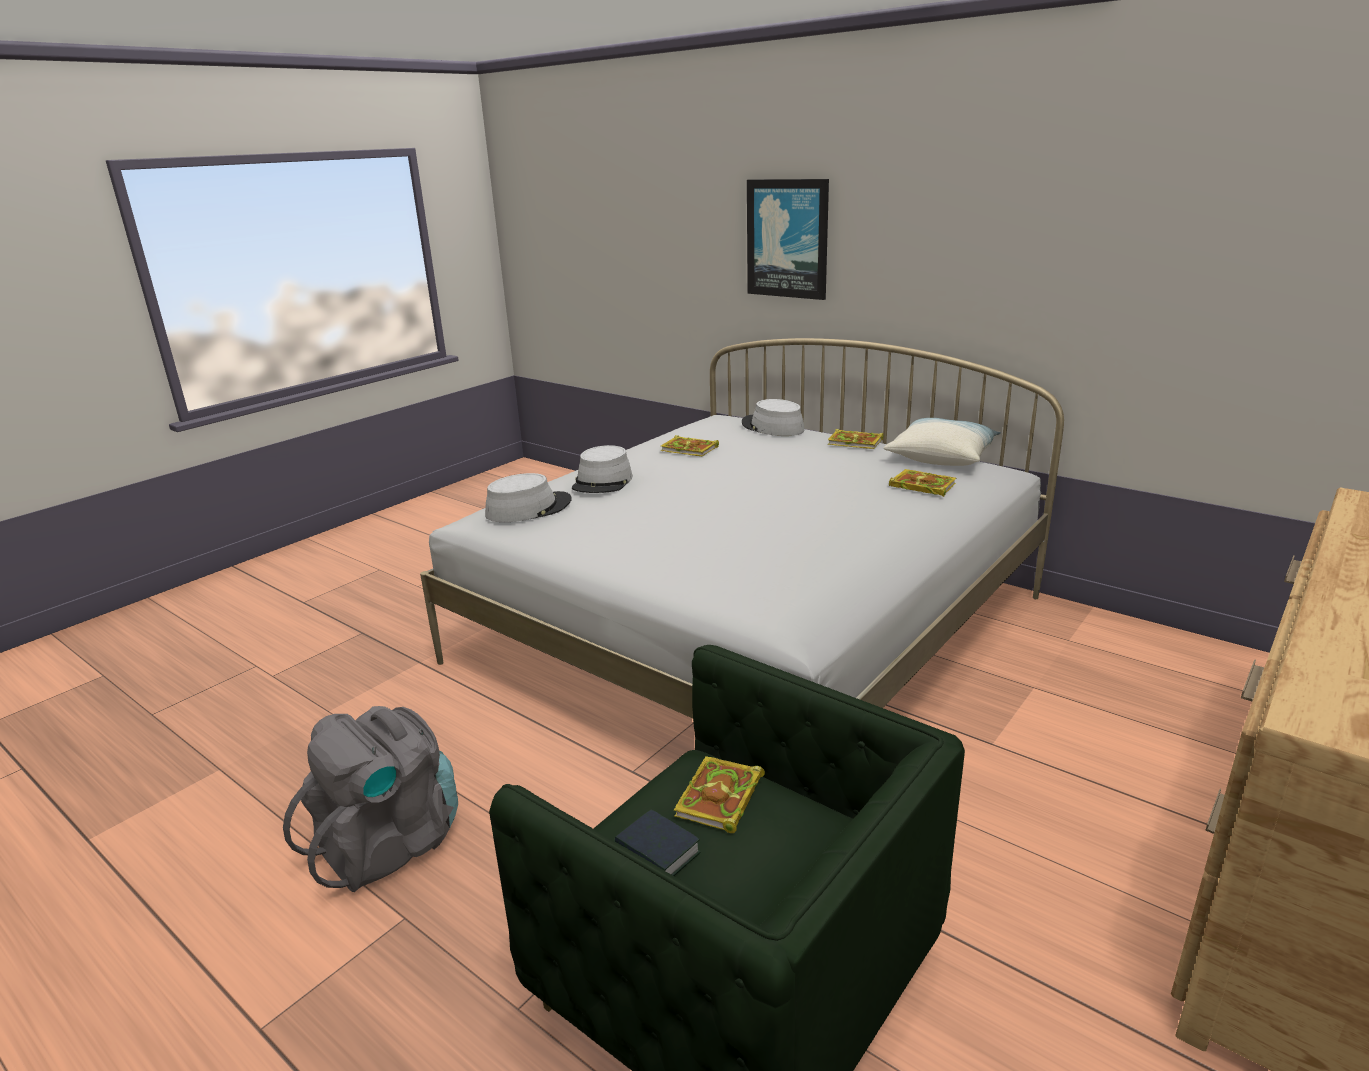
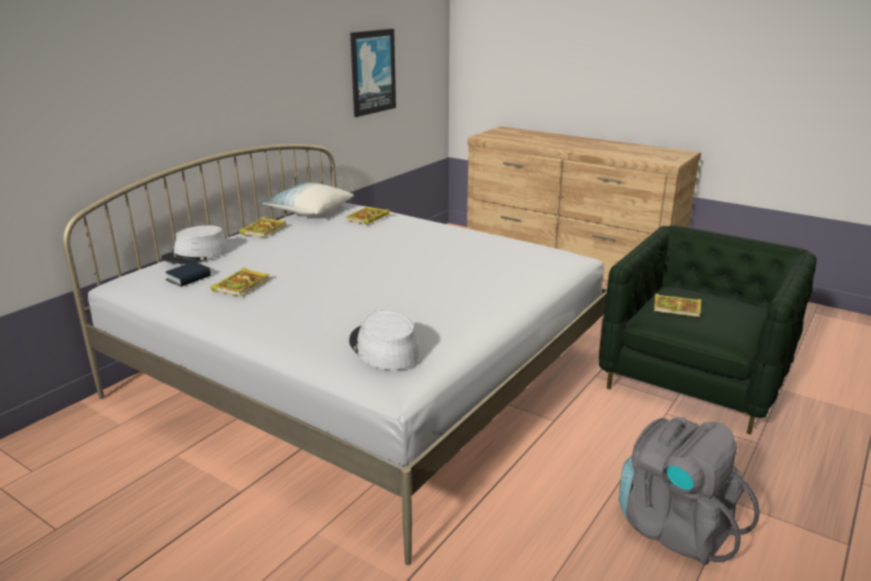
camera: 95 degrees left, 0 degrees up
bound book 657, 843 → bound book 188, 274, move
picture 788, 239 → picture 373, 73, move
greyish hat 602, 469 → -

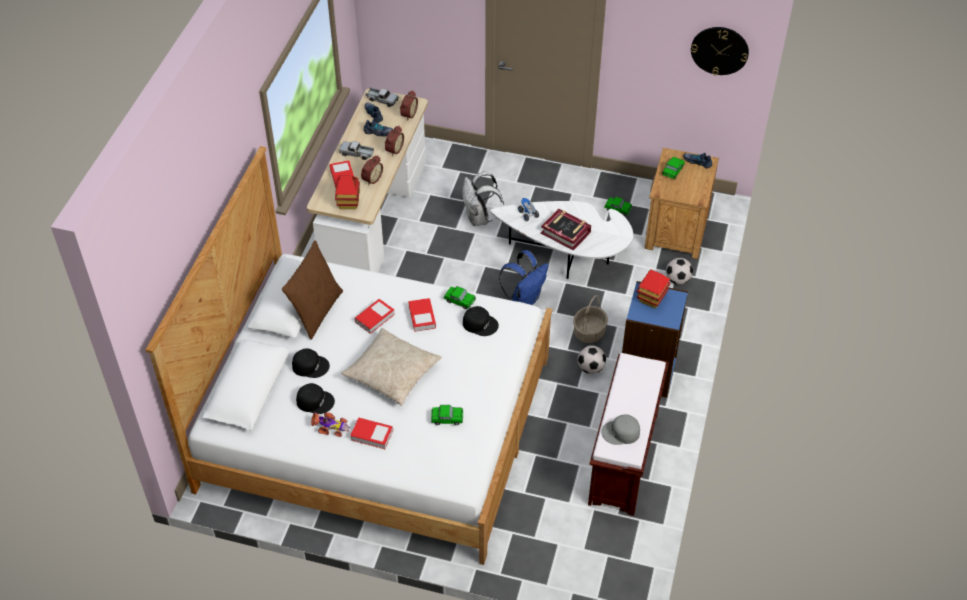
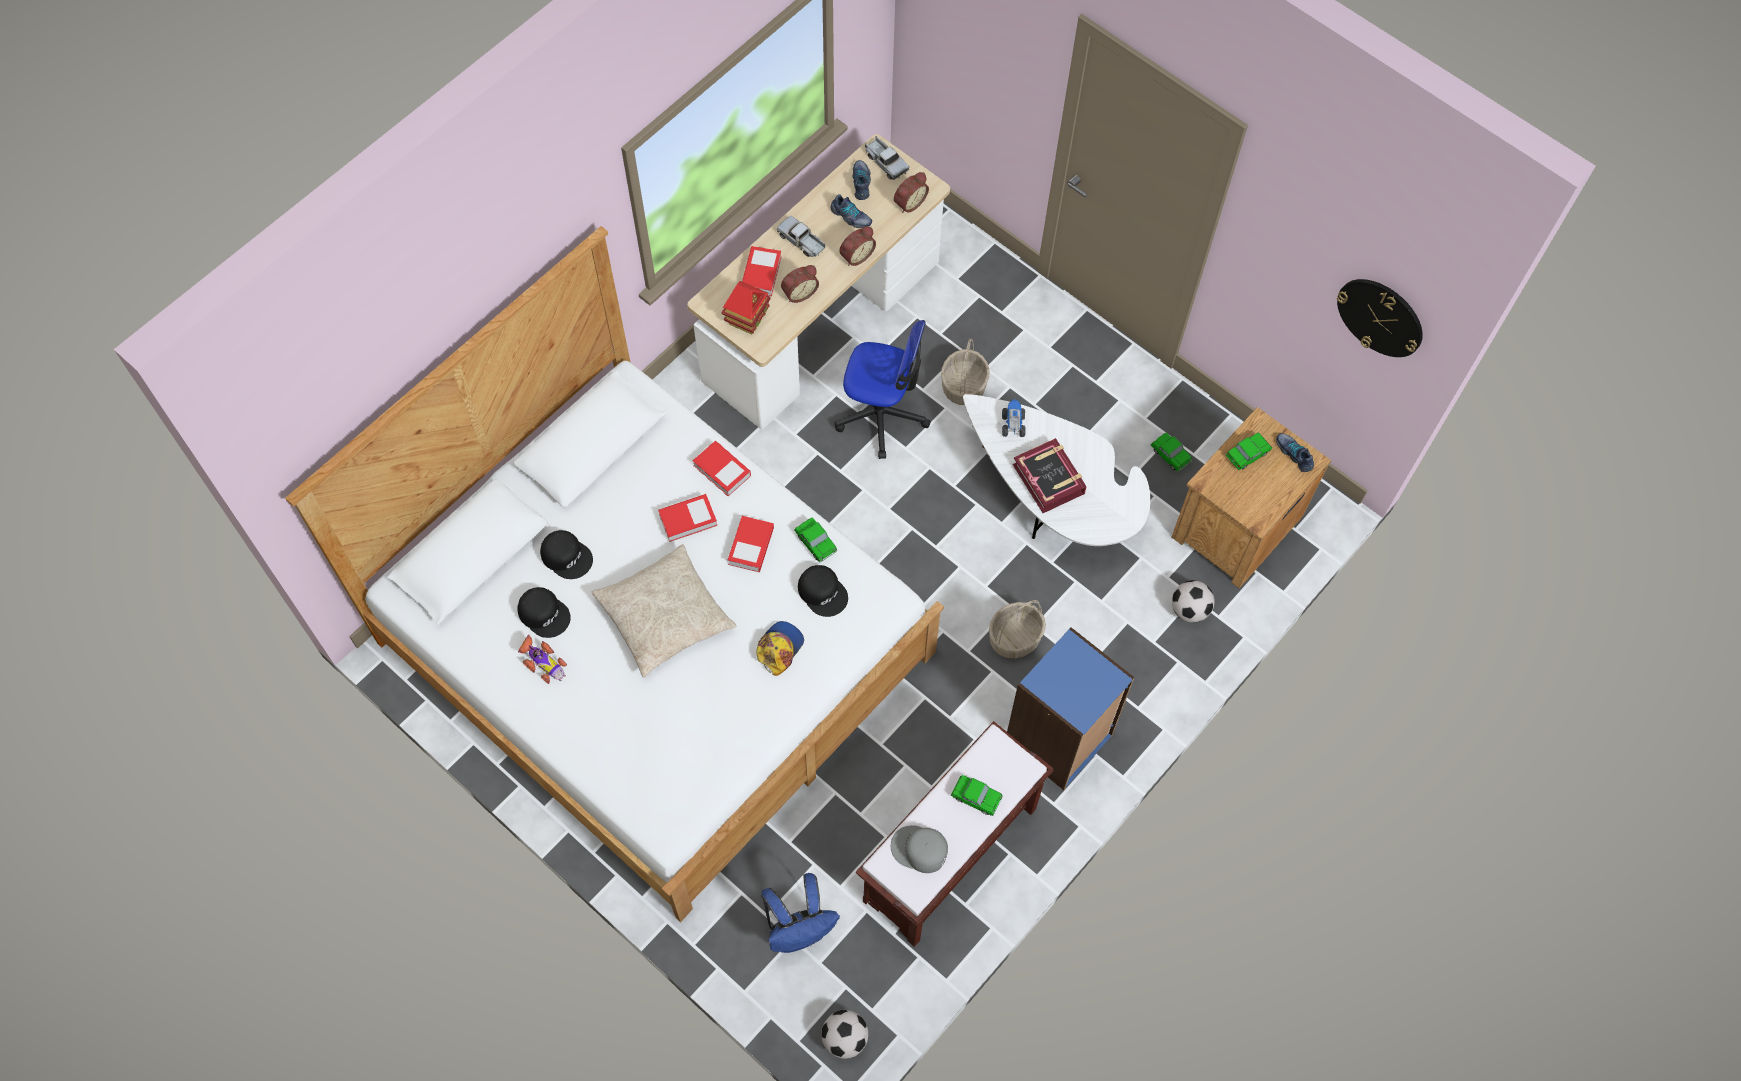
camera: 25 degrees right, 15 degrees up
bound book 371, 433 → bound book 722, 468, move
- → baseball cap 780, 648
bluish rucksack 524, 277 → bluish rucksack 800, 913, move
ball for football 592, 359 → ball for football 844, 1034, move
- → office chair 882, 389
white rucksack 483, 198 → storage basket 965, 371
toy car 447, 415 → toy car 977, 795, move
brown-coloured cushion 312, 290 → -
toy house 654, 289 → -

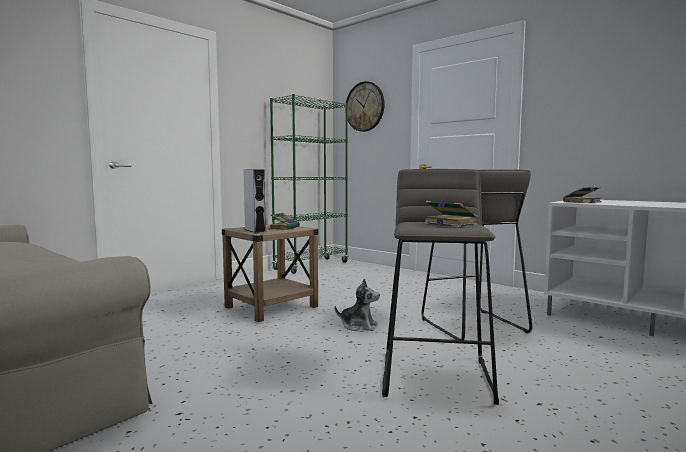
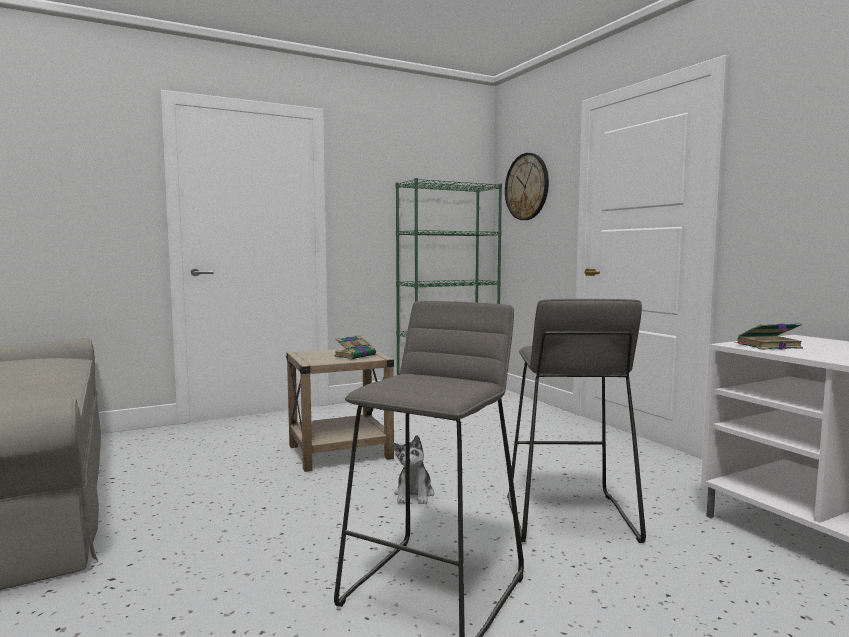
camera: 20 degrees right, 0 degrees up
cuddly toy 357, 305 → cuddly toy 413, 470, 60 degrees clockwise
greyish speaker 254, 201 → -
bound book 450, 214 → -

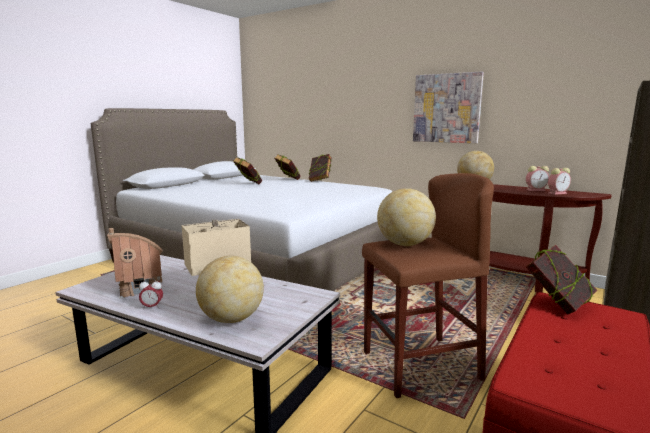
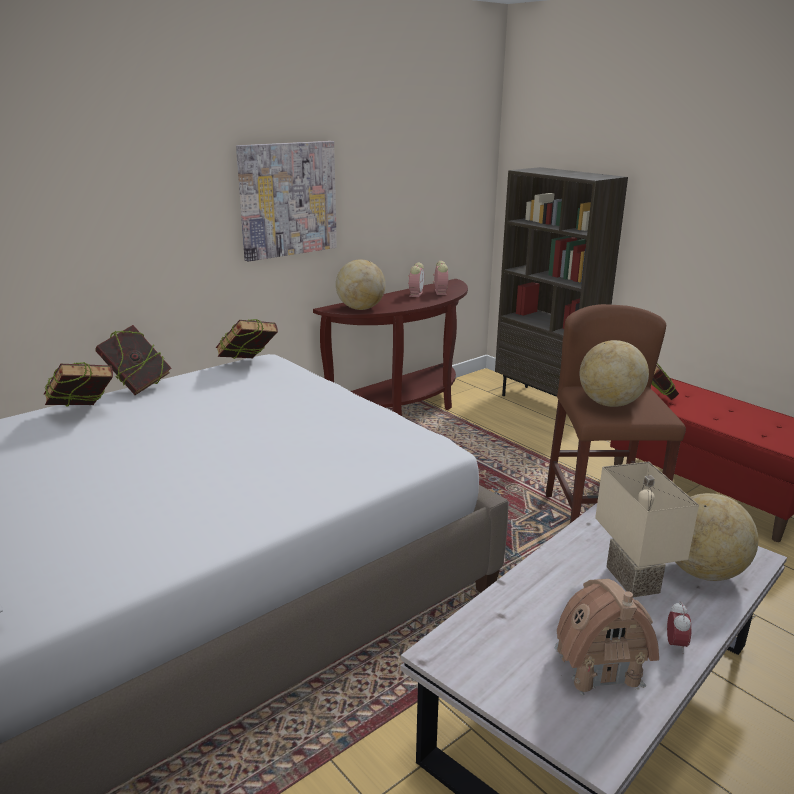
camera: 75 degrees left, 10 degrees up
bound book 247, 170 → bound book 247, 339, move

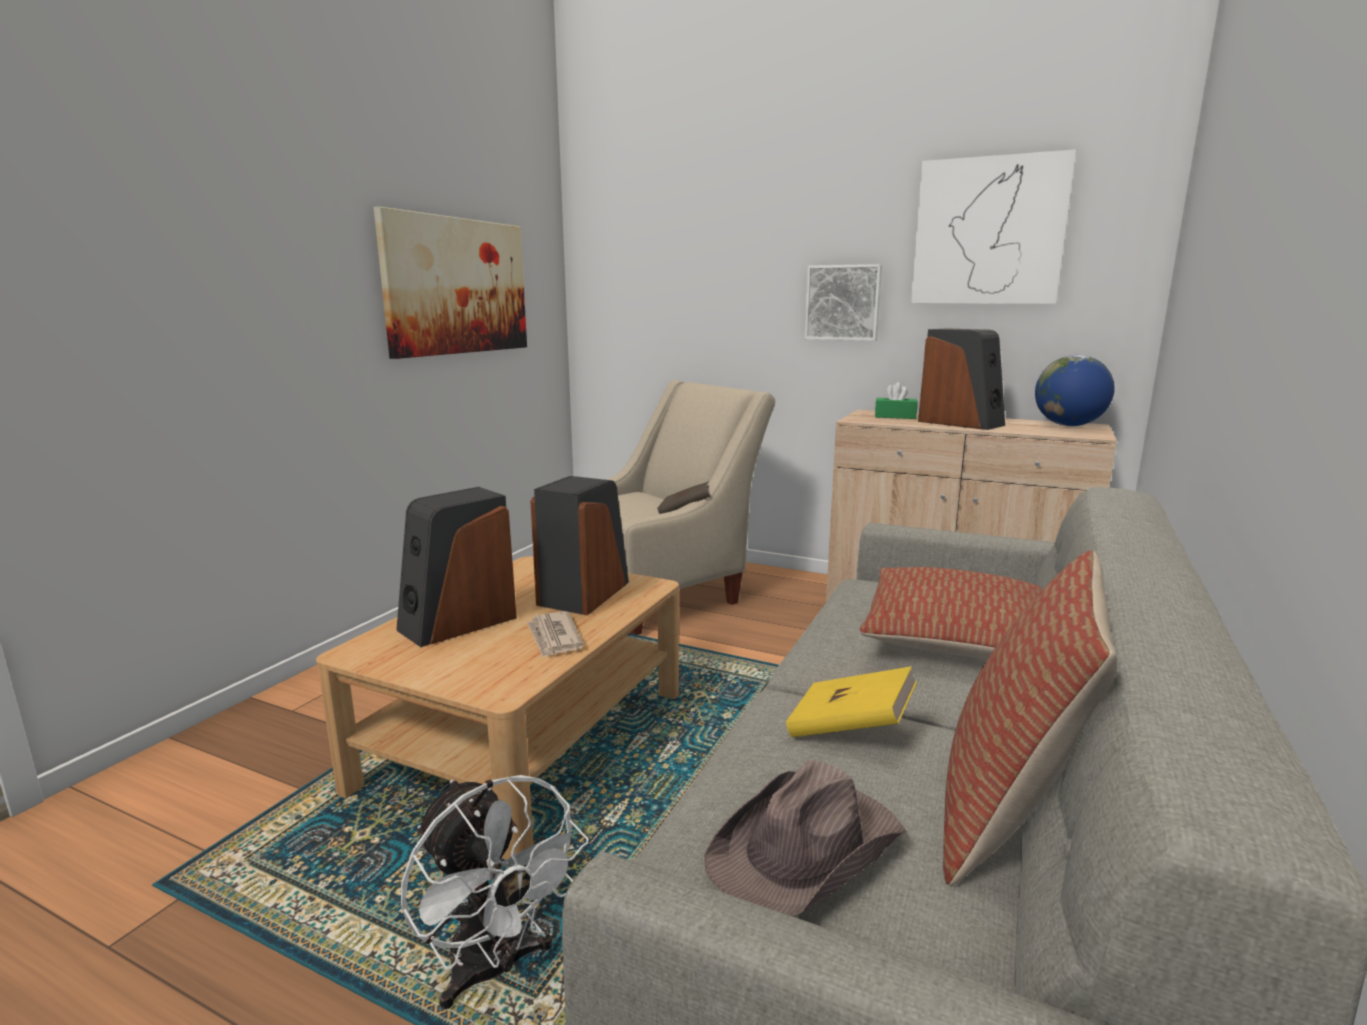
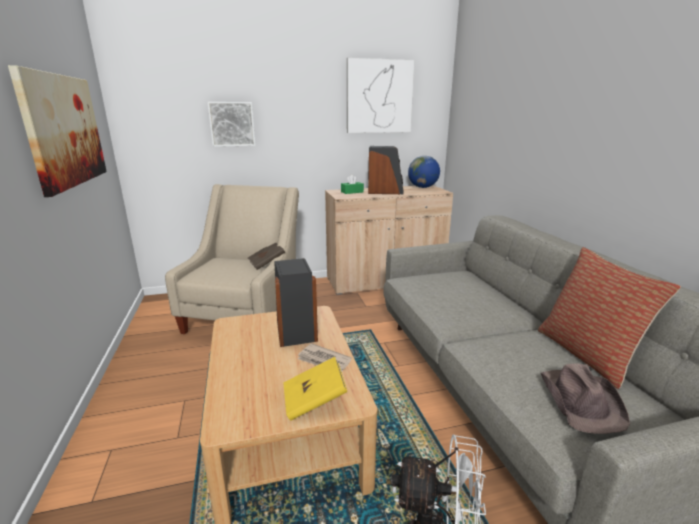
camera: 40 degrees left, 5 degrees up
picture 843, 302 → picture 231, 124, move
yellow bound book 851, 701 → yellow bound book 315, 389, move
speaker 456, 567 → -
cushion 950, 613 → -

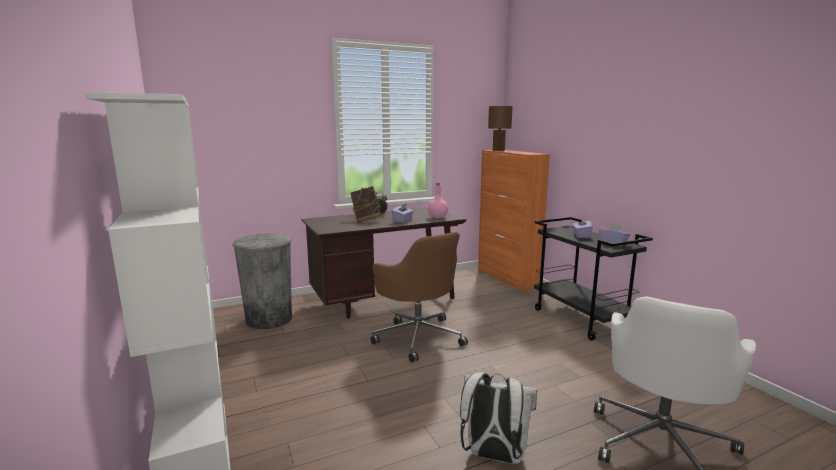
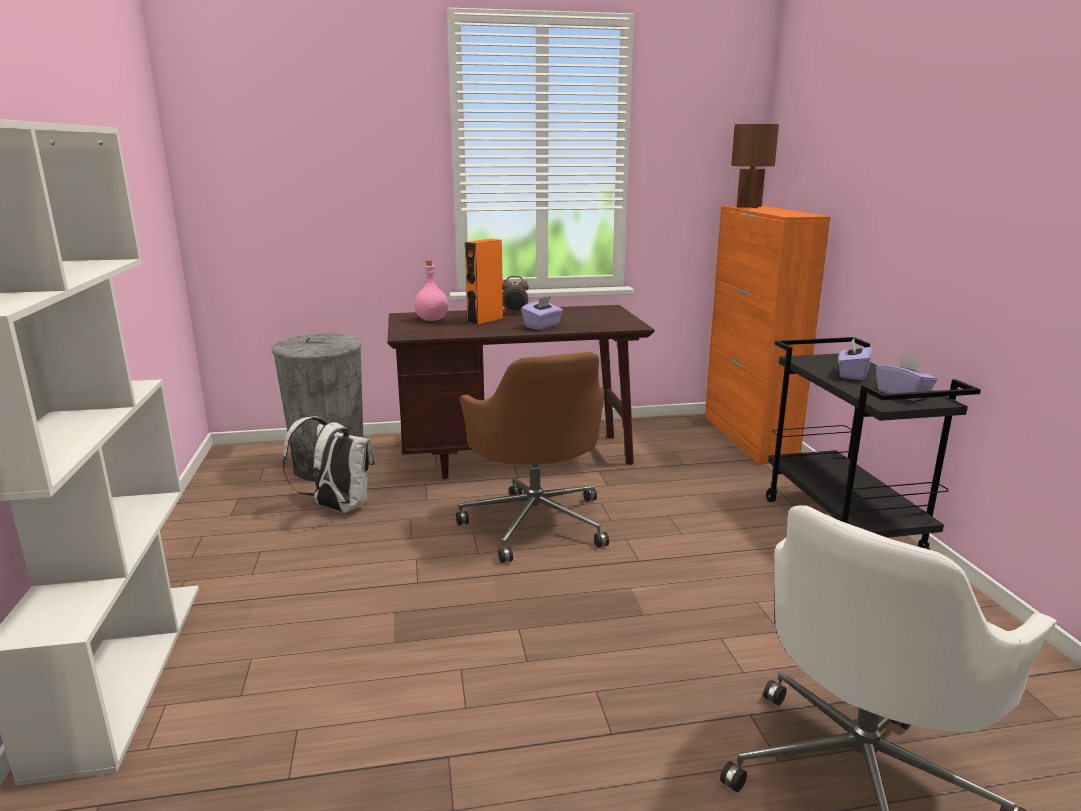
camera: 15 degrees right, 5 degrees up
white rucksack 498, 418 → white rucksack 328, 464, move
pink-coloured beverage bottle 438, 200 → pink-coloured beverage bottle 431, 291, move
bound book 365, 204 → orange-coloured speaker 484, 282

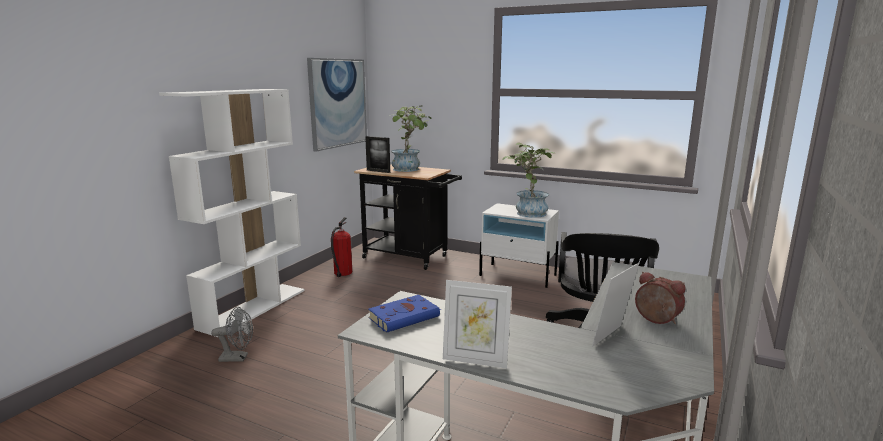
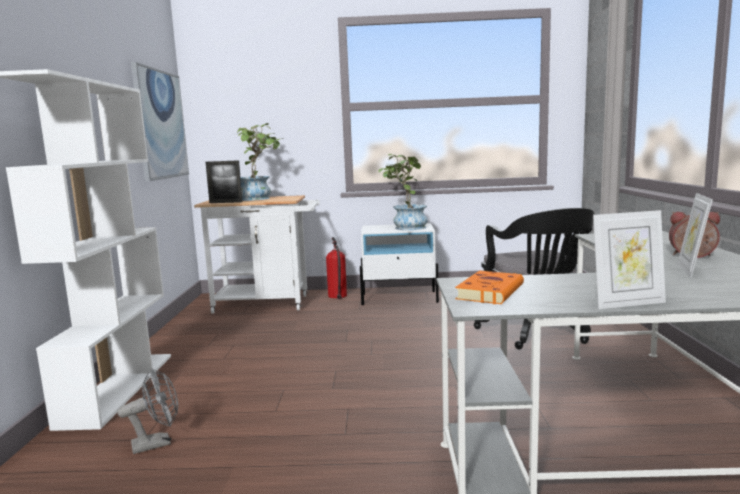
camera: 25 degrees left, 5 degrees down
black trolley 408, 217 → white trolley 257, 254
fire extinguisher 341, 247 → fire extinguisher 336, 268, move
bluish bound book 404, 314 → orange-coloured bound book 489, 287

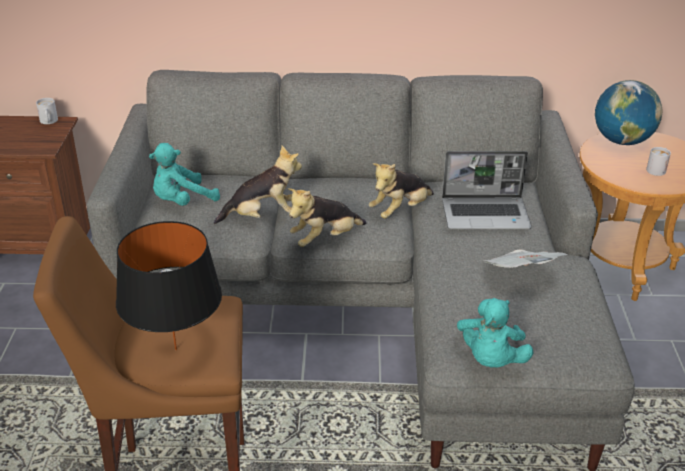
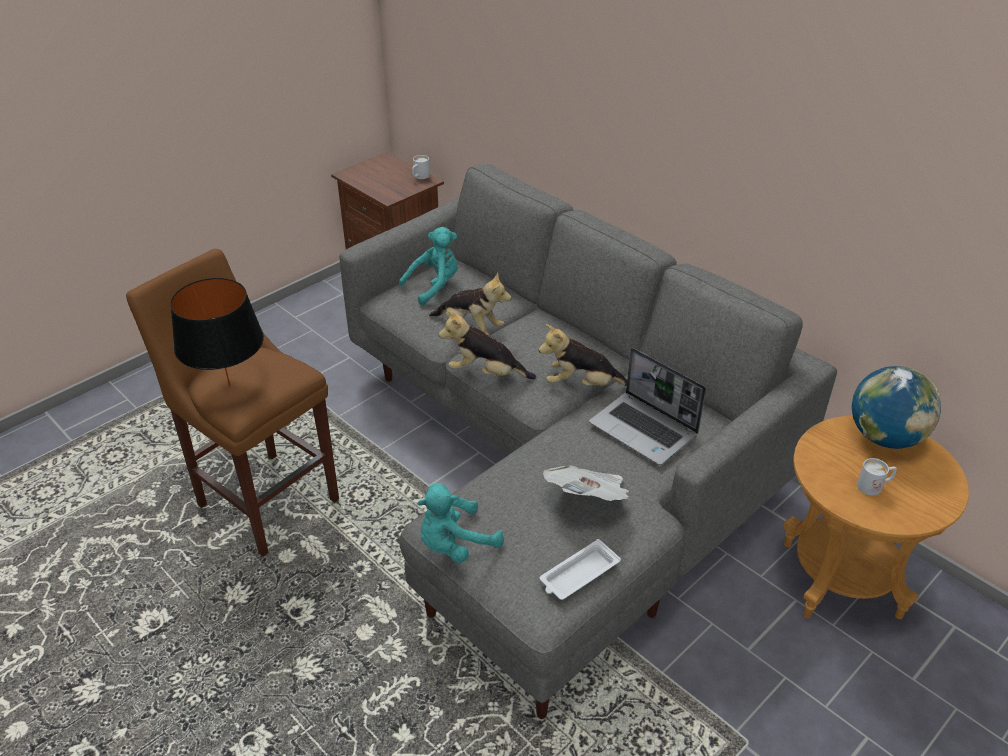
camera: 45 degrees right, 5 degrees up
turquoise-coloured cuddly toy 184, 174 → turquoise-coloured cuddly toy 428, 266, 135 degrees clockwise
- → white tray 580, 569

